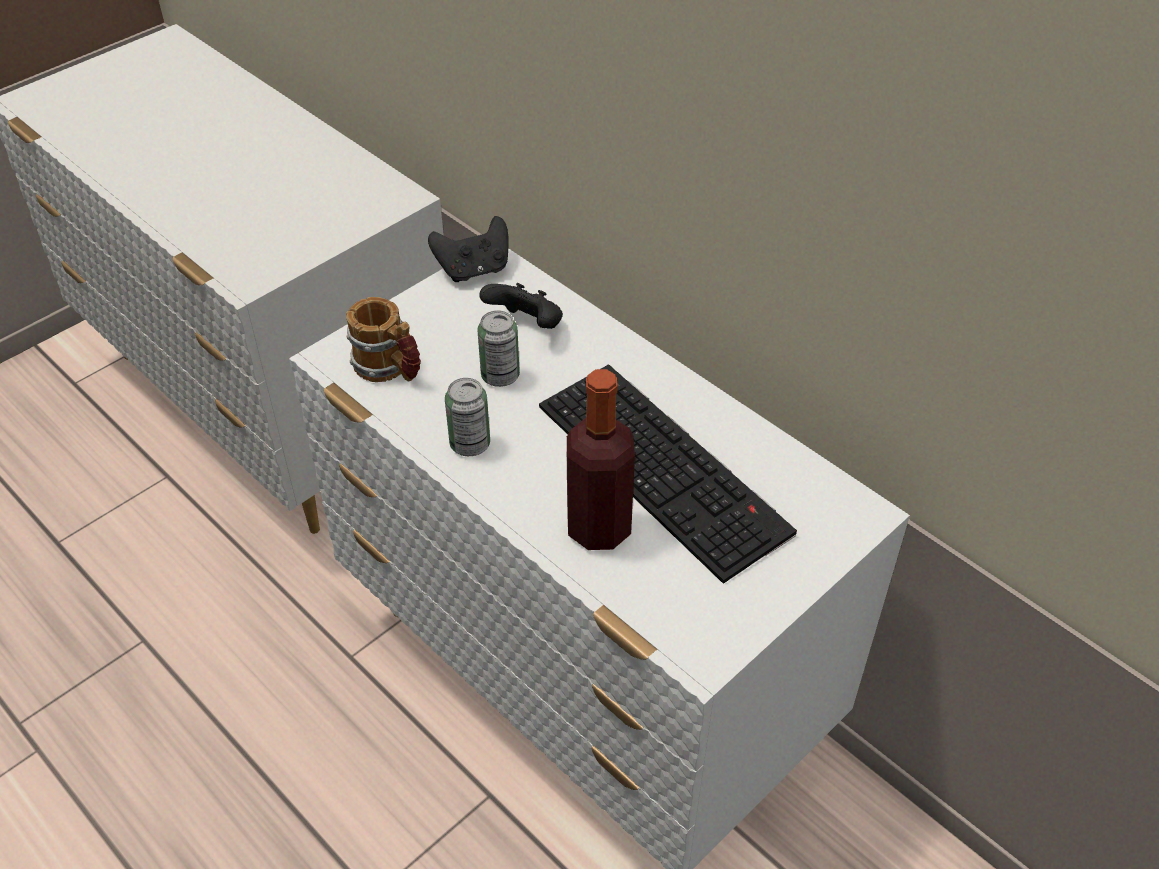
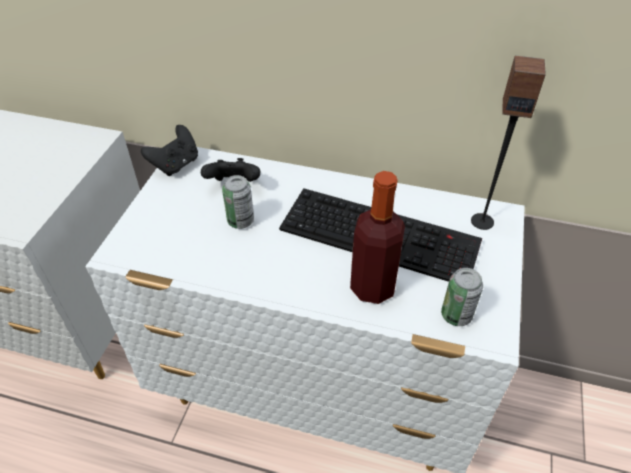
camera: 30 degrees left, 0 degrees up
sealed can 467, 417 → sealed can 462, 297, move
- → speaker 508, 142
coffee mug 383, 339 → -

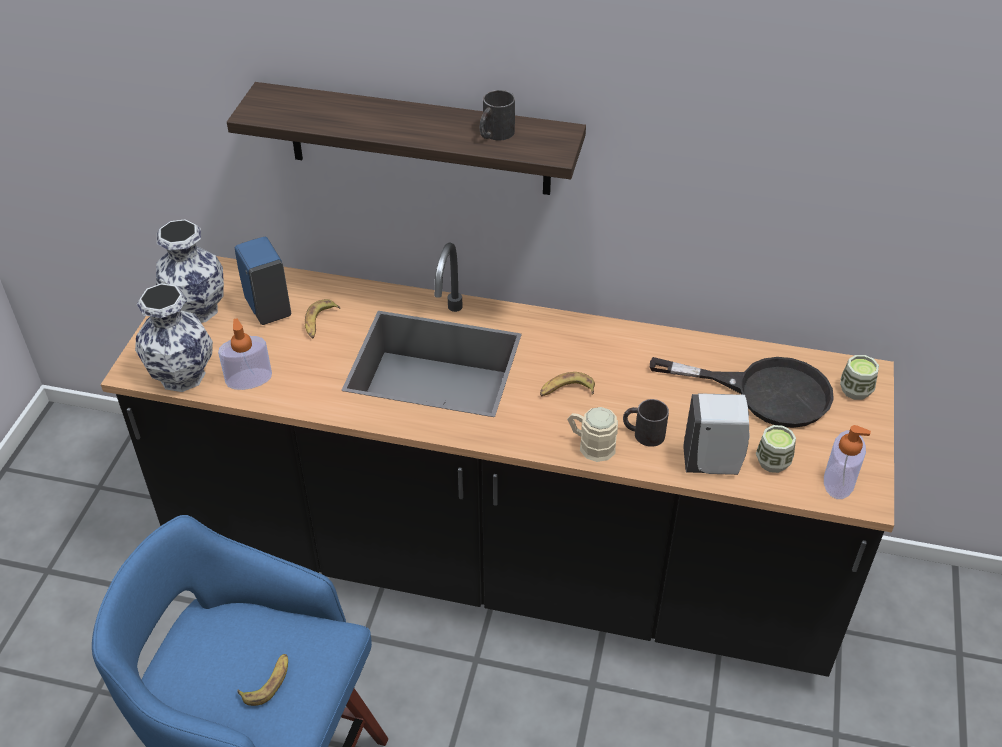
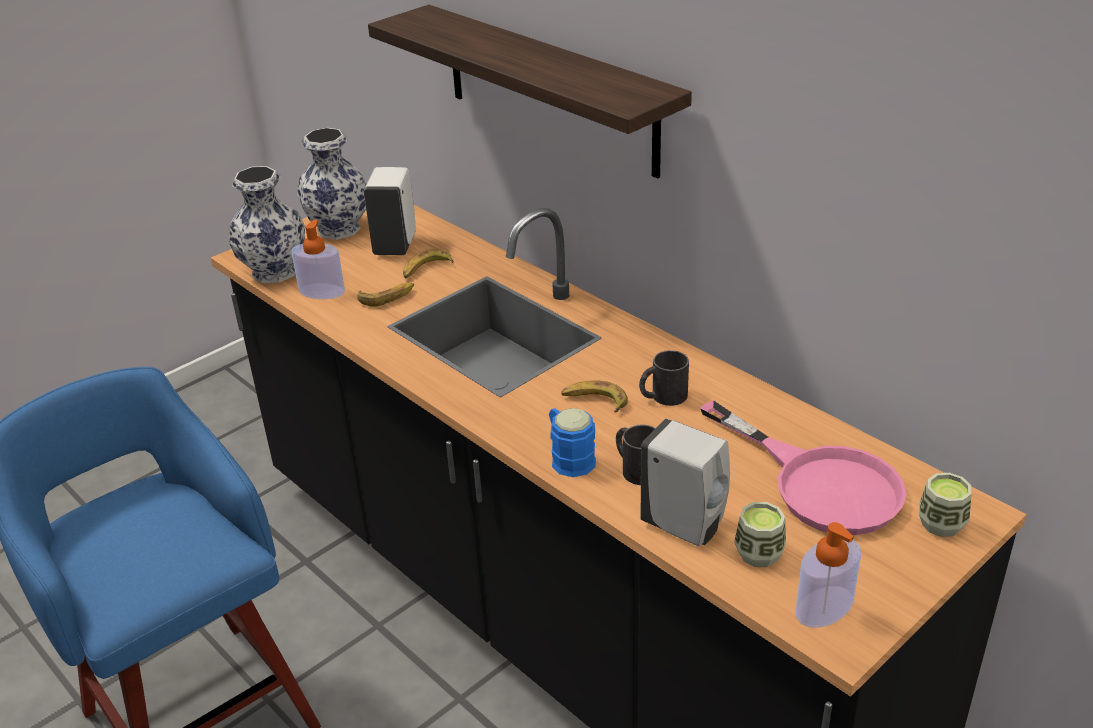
camera: 35 degrees right, 10 degrees down
whole banana 262, 680 → whole banana 385, 295, move
bluish soap dispenser 263, 281 → white soap dispenser 390, 211
sand-coloured coffee mug 592, 434 → bluish coffee mug 572, 442
black coffee mug 497, 115 → black coffee mug 664, 378, move
black pan 742, 392 → pink-coloured pan 803, 467

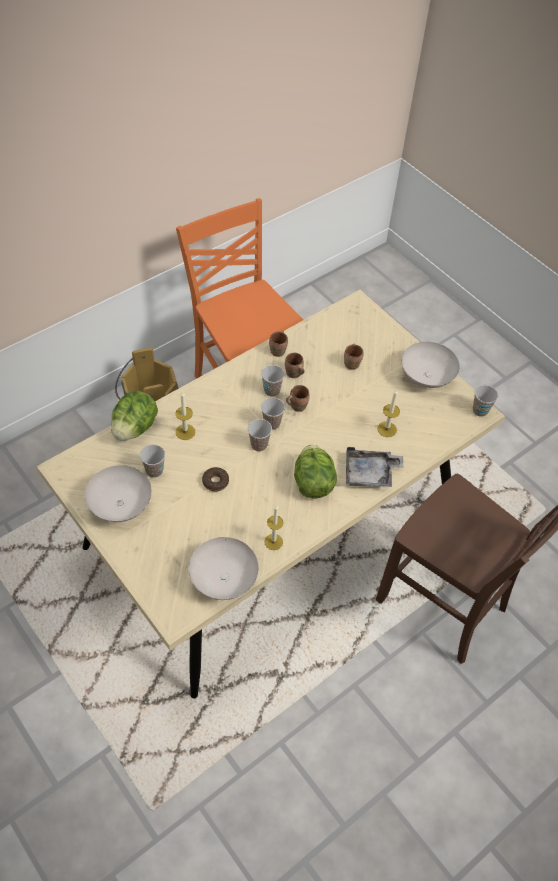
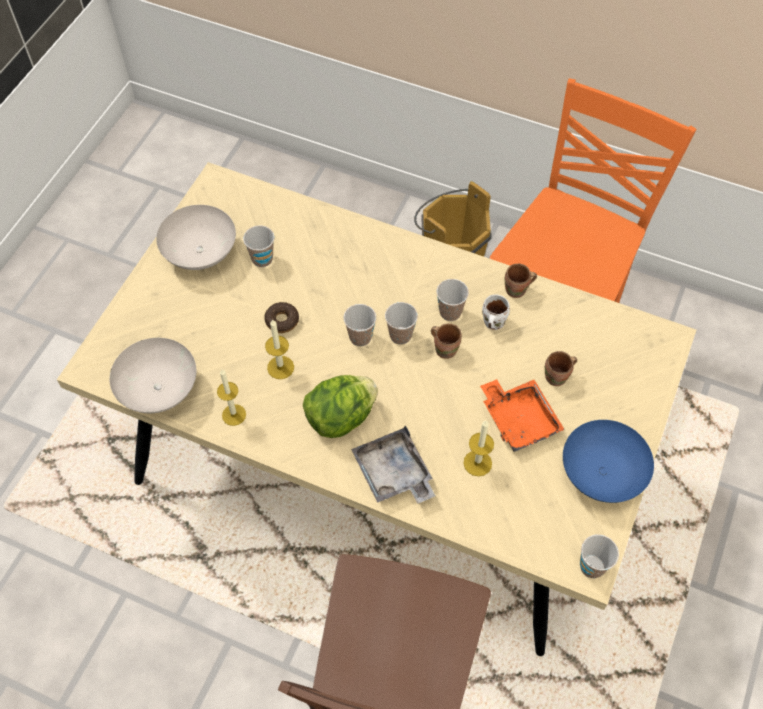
camera: 65 degrees right, 5 degrees up
wax light 185, 415 → wax light 279, 349, move
- → orange-coloured tray 522, 415
brown-coloured coffee mug 295, 365 → white coffee mug 496, 312
white bowl 431, 365 → bluish bowl 608, 461
lettuce 134, 416 → -

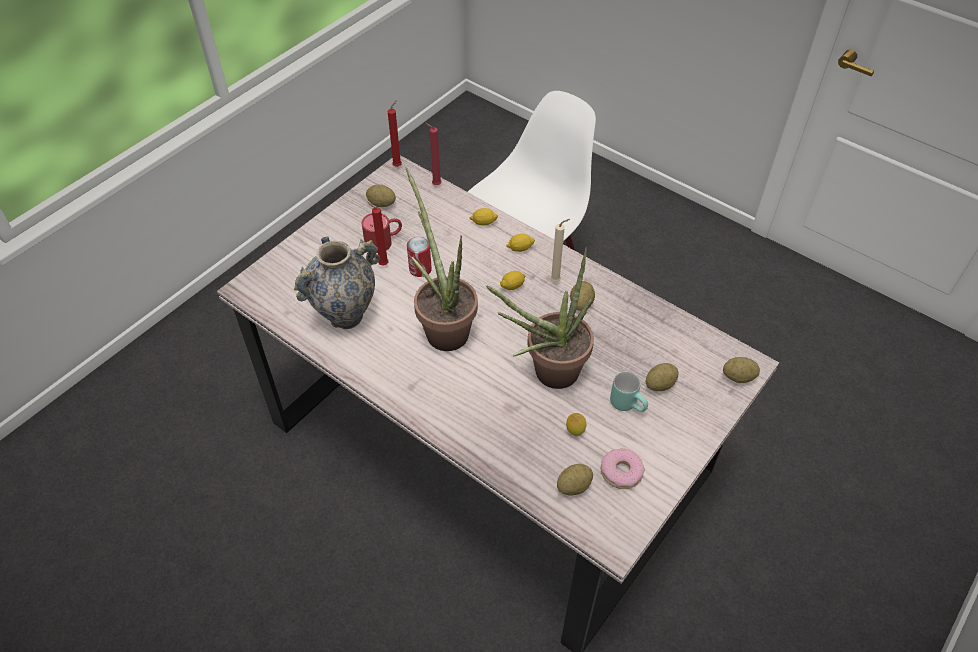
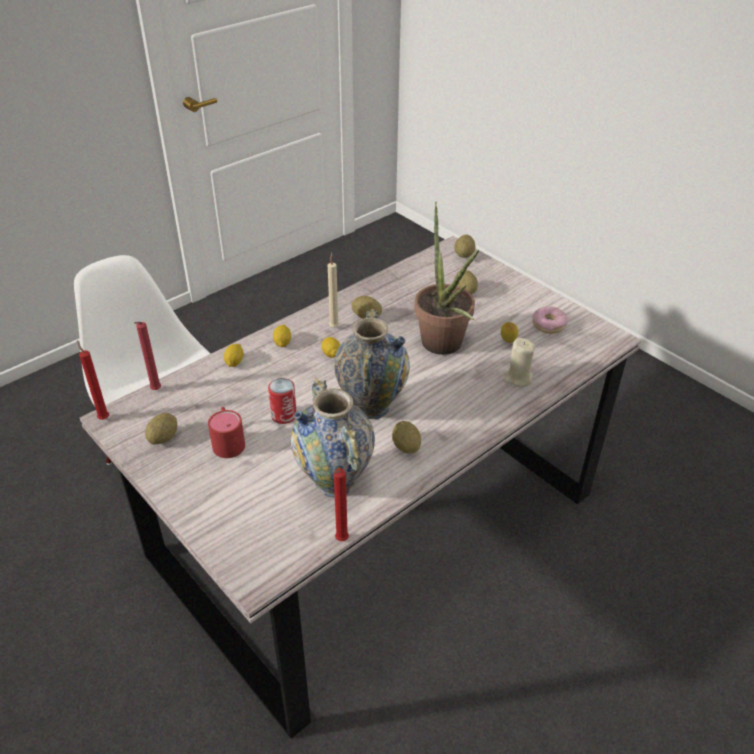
camera: 80 degrees left, 10 degrees down
red-coloured wax light 378, 233 → red-coloured wax light 341, 505, move
potted plant 442, 259 → decorative vase 372, 364
whole potato 575, 480 → whole potato 406, 437, move
- → sand-coloured wax light 519, 362
turquoise-coloured coffee mug 629, 392 → -

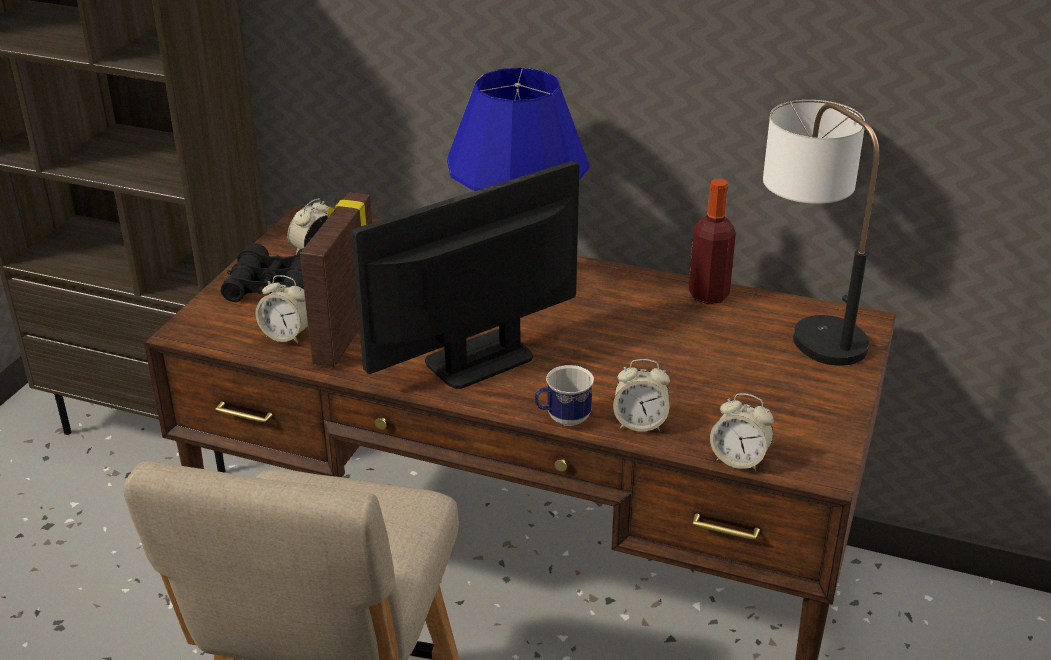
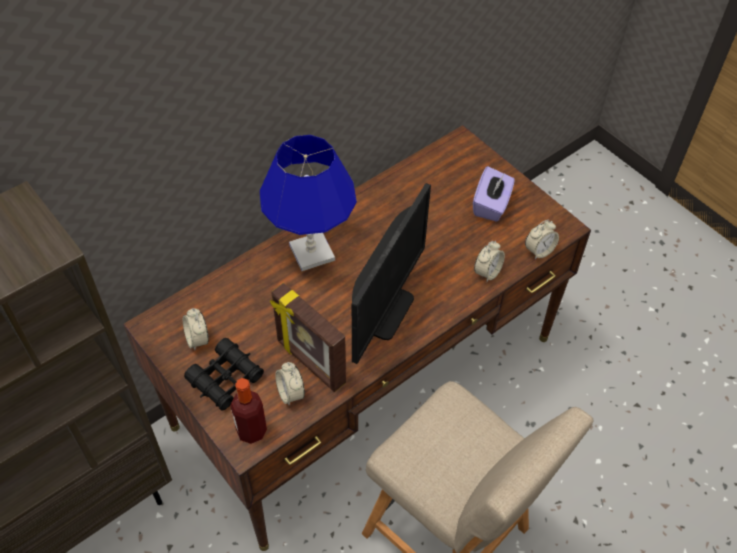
camera: 60 degrees left, 20 degrees up
beverage bottle 712, 241 → beverage bottle 248, 411, move
bedside clock 282, 309 → bedside clock 290, 383, 105 degrees clockwise
computer display 465, 275 → computer display 391, 273, 150 degrees counterclockwise
- → purplish tissue box 494, 194
coffee mug 564, 395 → -
tabletop lamp 821, 233 → -

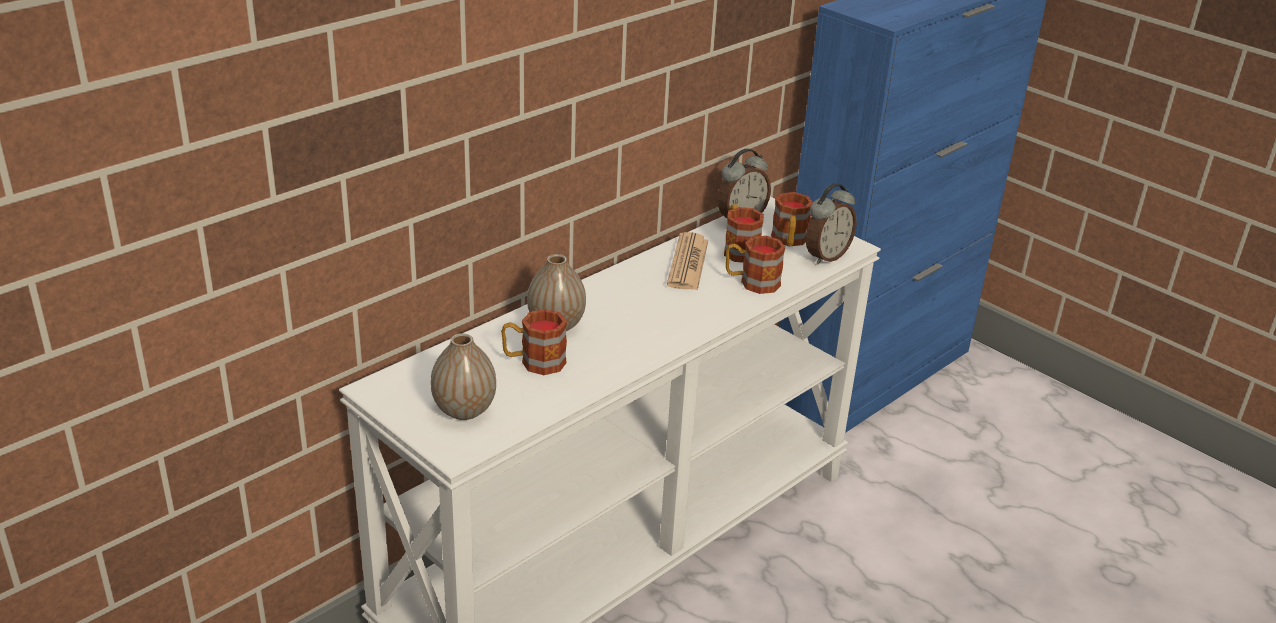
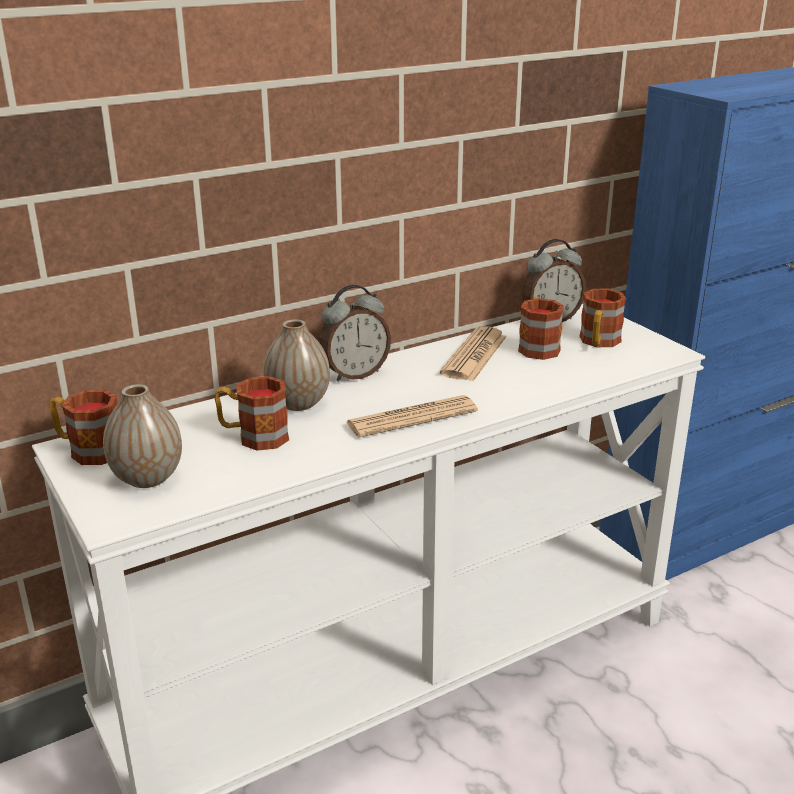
camera: 15 degrees right, 5 degrees down
coffee mug 756, 265 → coffee mug 83, 427, move
bedside clock 831, 223 → bedside clock 355, 333, move
- → newspaper 412, 416

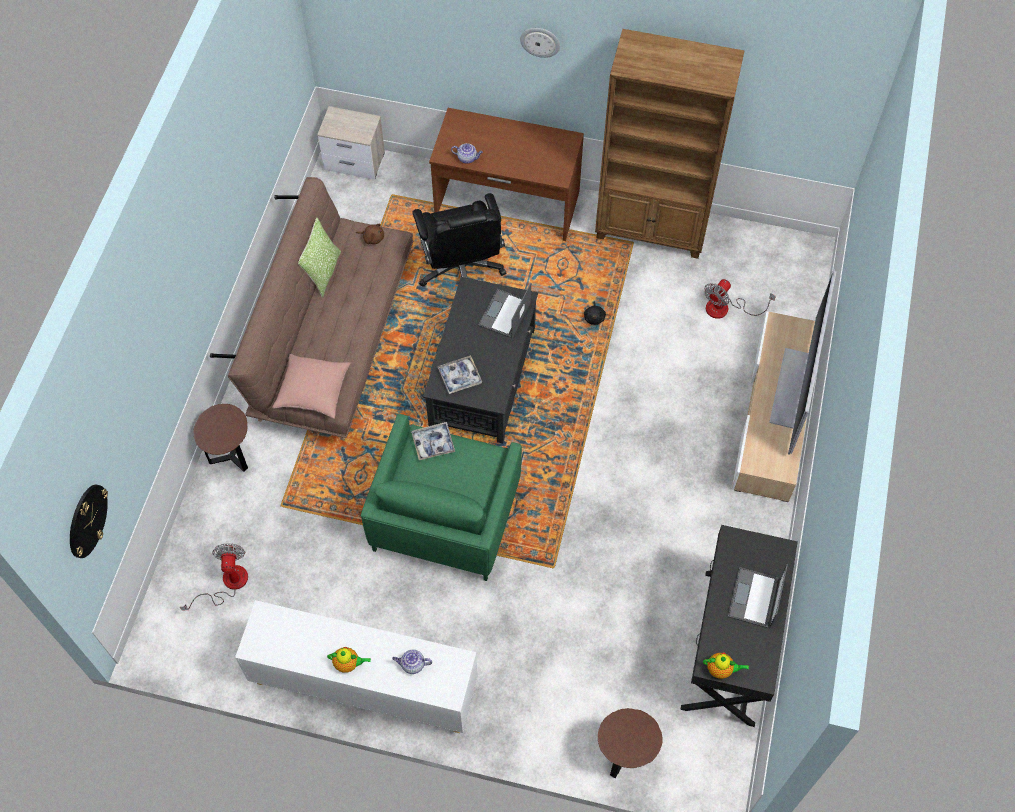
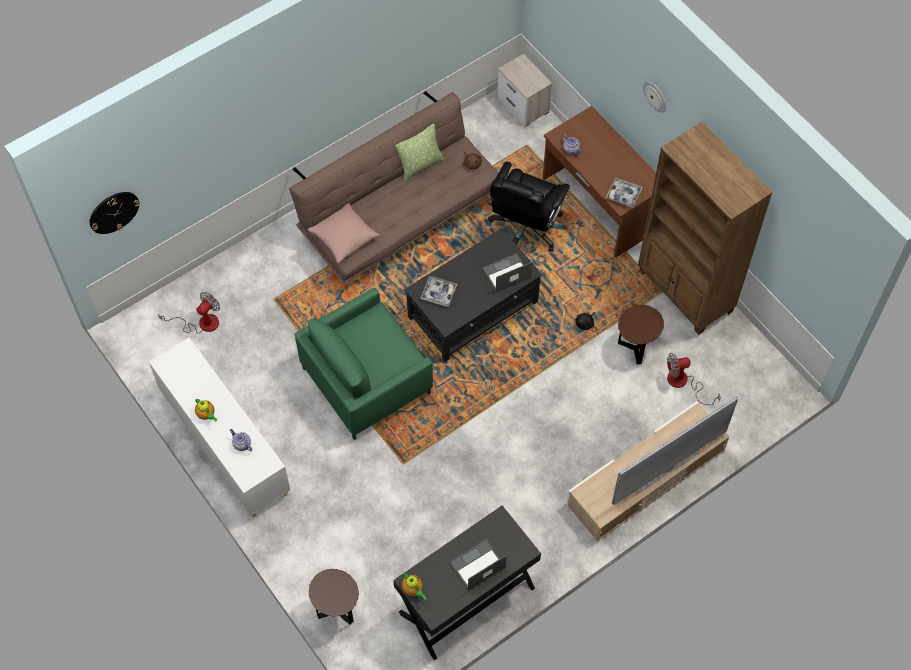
camera: 40 degrees right, 0 degrees up
tray 433, 441 → tray 624, 193, move
brown-coloured accent table 220, 438 → brown-coloured accent table 641, 334, move

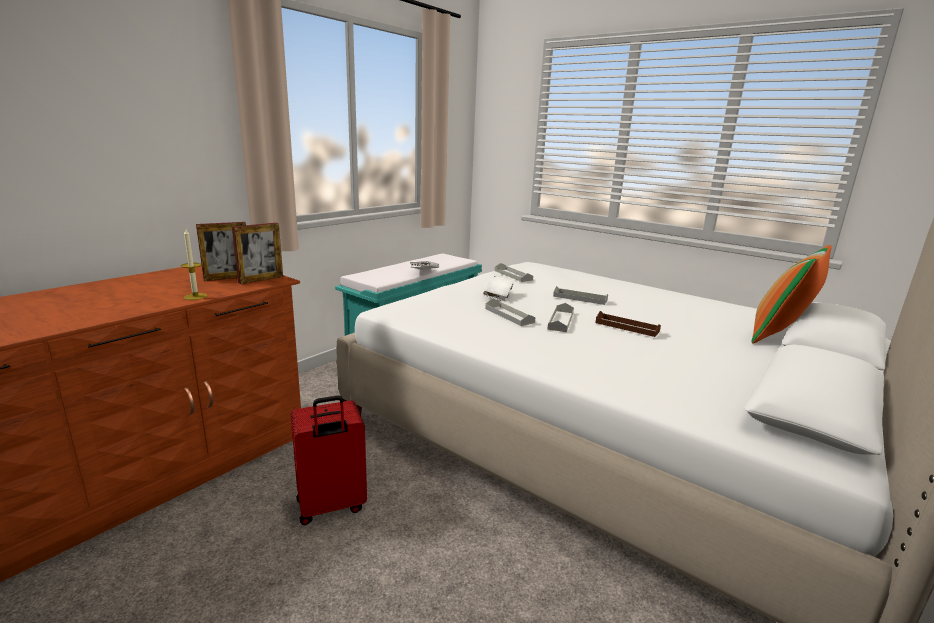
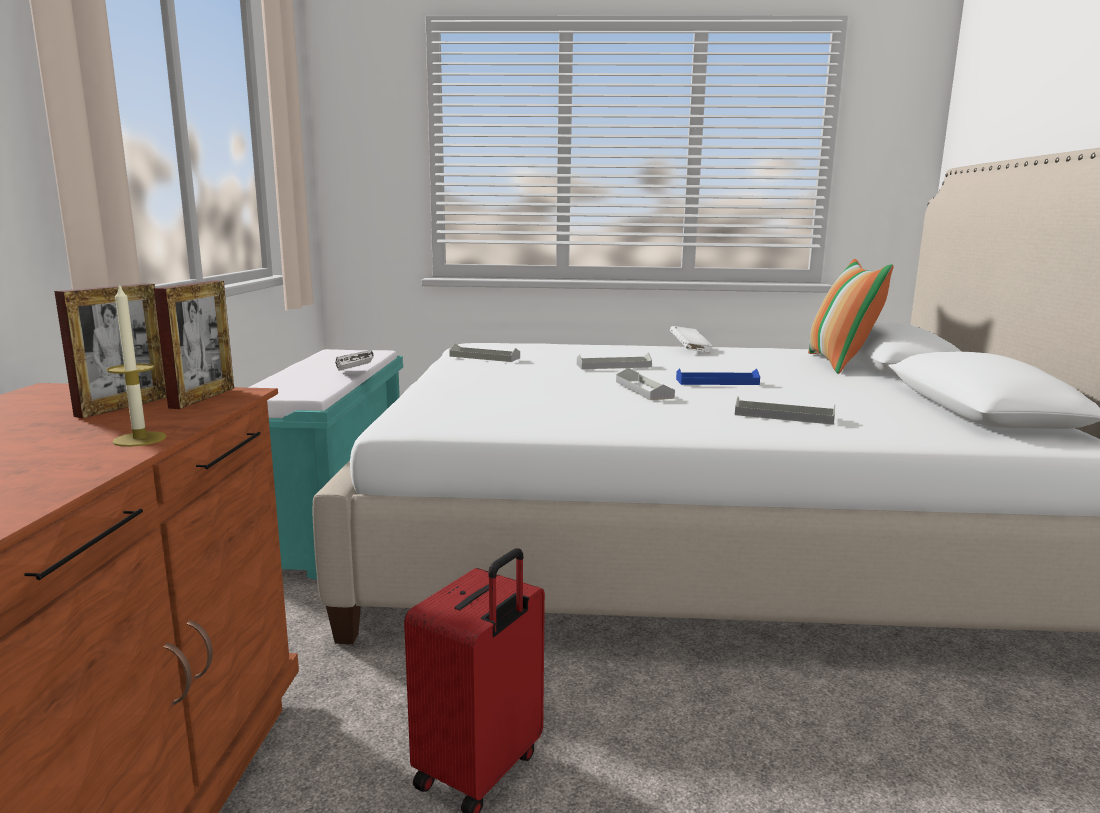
camera: 35 degrees left, 5 degrees down
white bound book 499, 287 → white bound book 691, 339, move
brown-coloured tray 628, 324 → bluish tray 718, 376
greyish tray 510, 312 → greyish tray 785, 410, move

